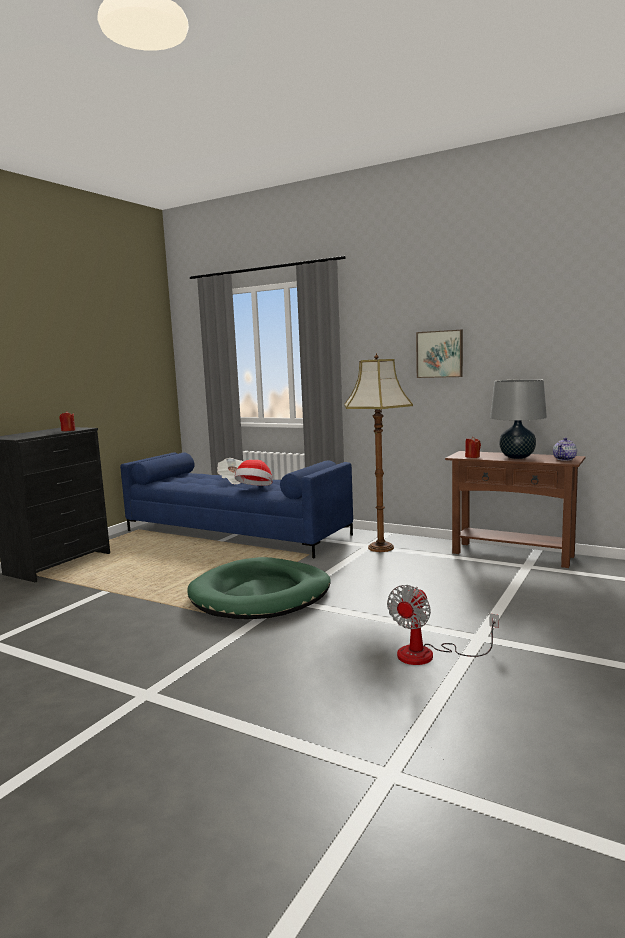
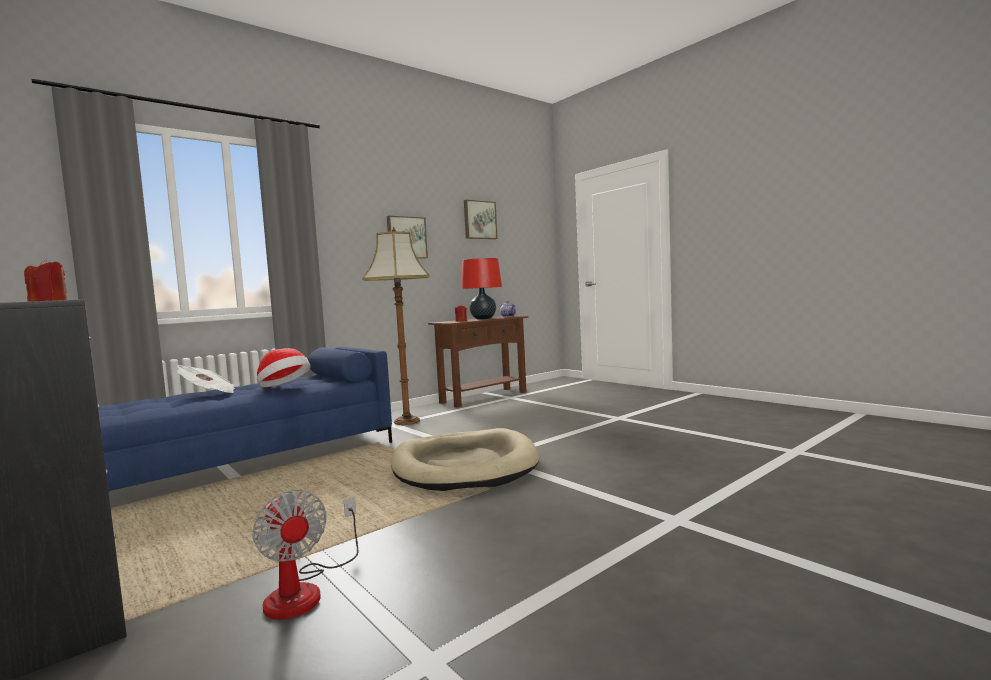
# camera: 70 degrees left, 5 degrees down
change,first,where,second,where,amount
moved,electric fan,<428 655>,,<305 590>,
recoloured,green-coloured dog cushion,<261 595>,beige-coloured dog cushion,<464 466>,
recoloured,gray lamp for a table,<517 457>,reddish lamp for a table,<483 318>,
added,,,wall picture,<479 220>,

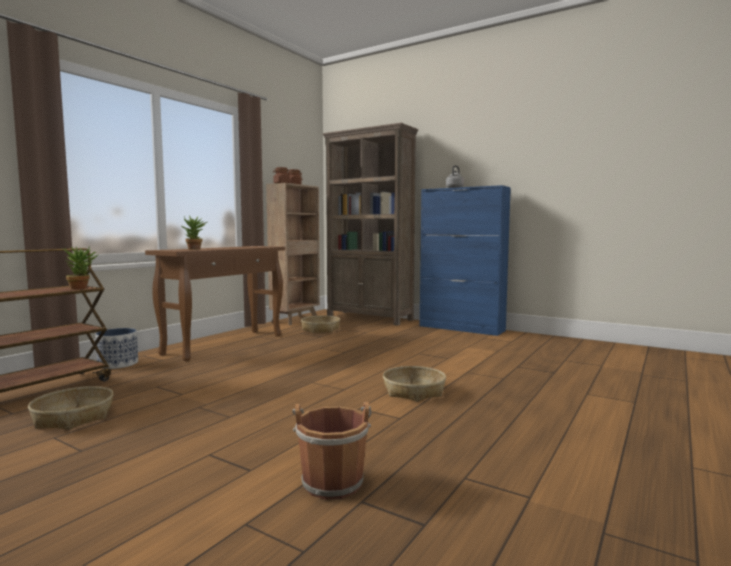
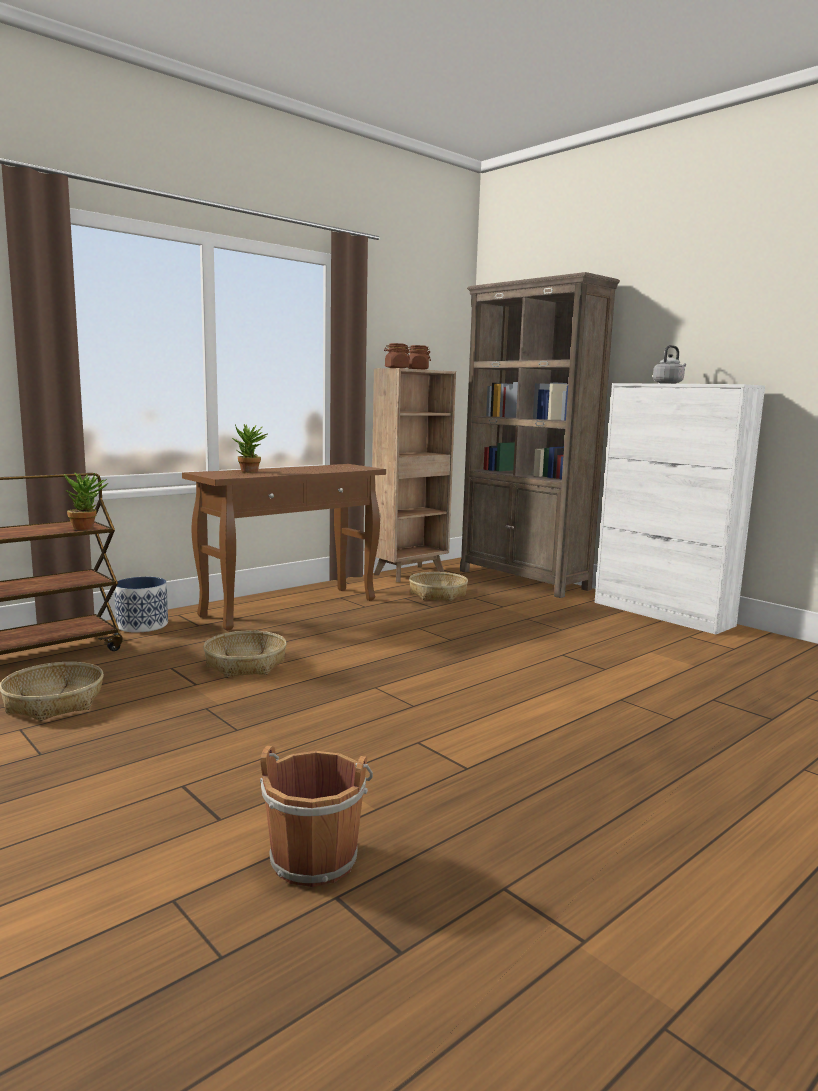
# camera: 15 degrees right, 5 degrees up
change,first,where,second,where,amount
moved,household basket,<414 391>,,<246 664>,
recoloured,blue storage cabinet,<462 328>,white storage cabinet,<662 614>,

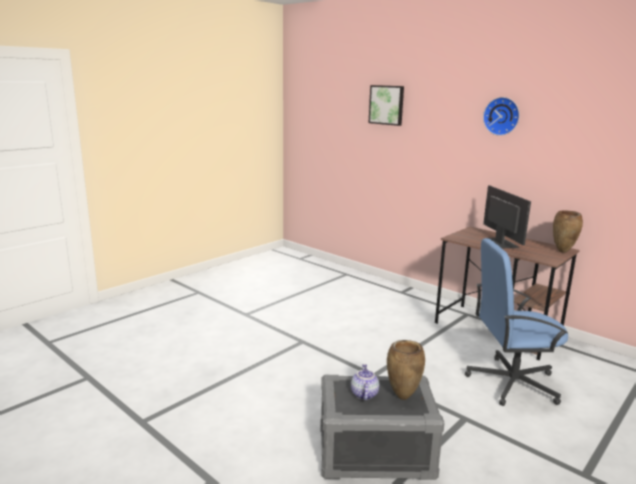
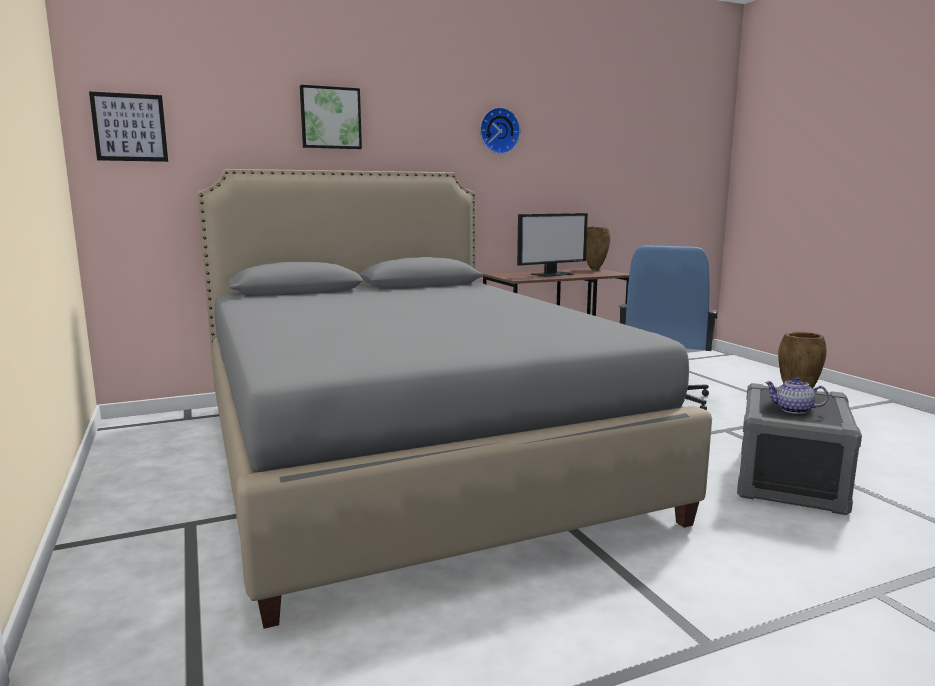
# camera: 65 degrees left, 5 degrees down
change,first,where,second,where,amount
added,,,wall picture,<130 127>,
added,,,gray bed,<405 454>,
turned,computer display,<500 243>,,<552 274>,135 degrees clockwise

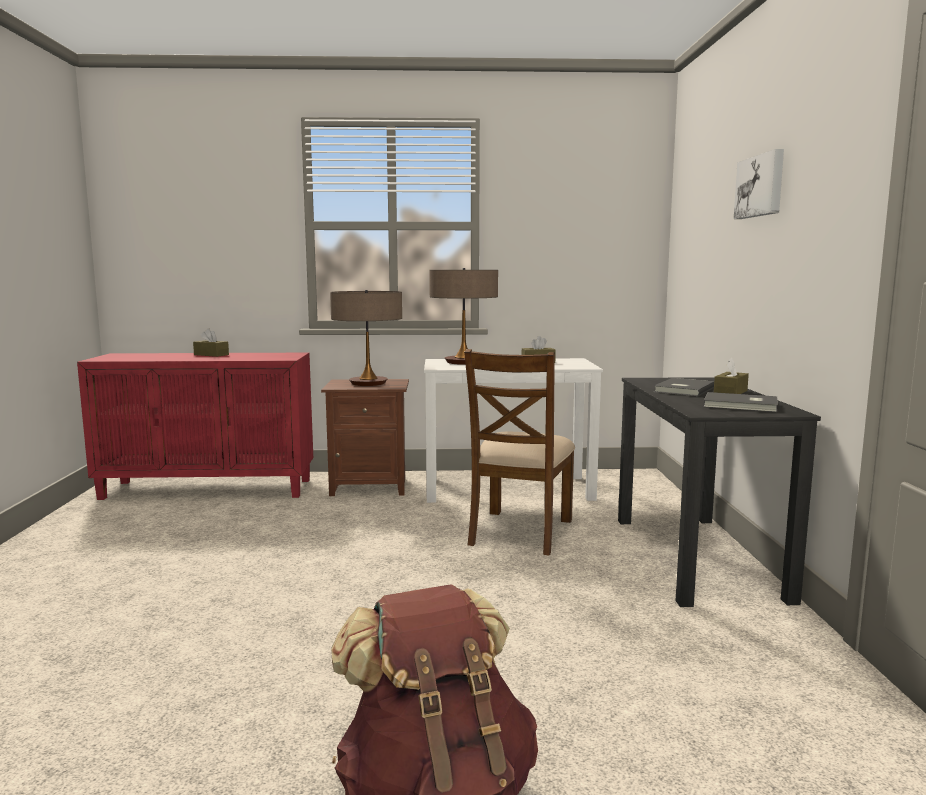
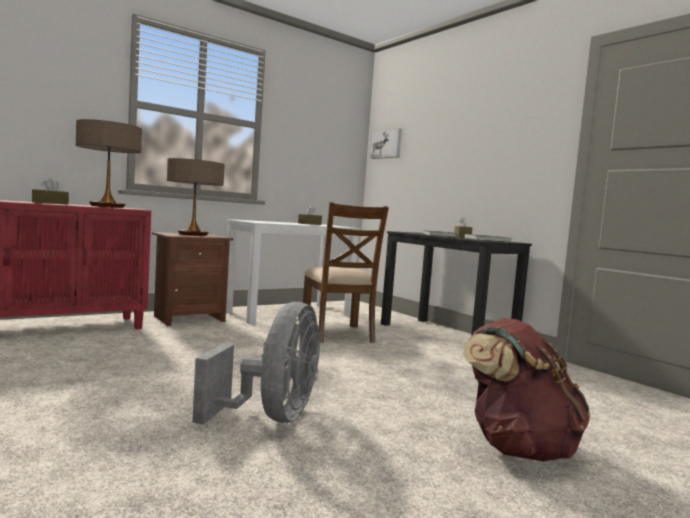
# camera: 35 degrees left, 5 degrees down
change,first,where,second,where,amount
moved,lamp for a table,<463 362>,,<107 206>,
added,,,gray electric fan,<272 417>,
moved,wall picture,<761 186>,,<387 144>,

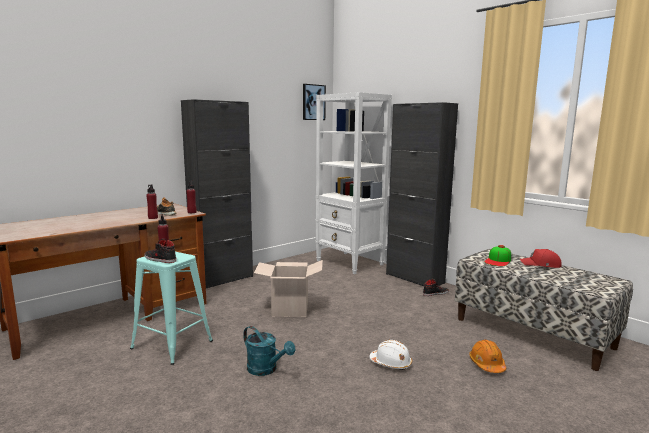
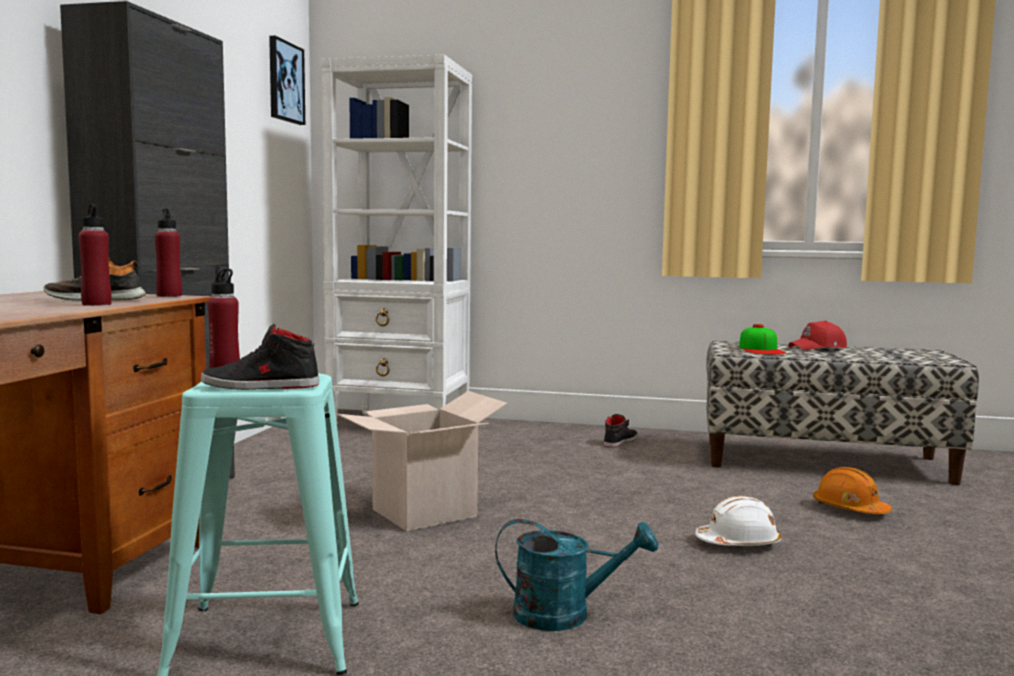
# camera: 35 degrees left, 5 degrees down
change,first,where,second,where,amount
removed,black storage cabinet,<414 278>,,,

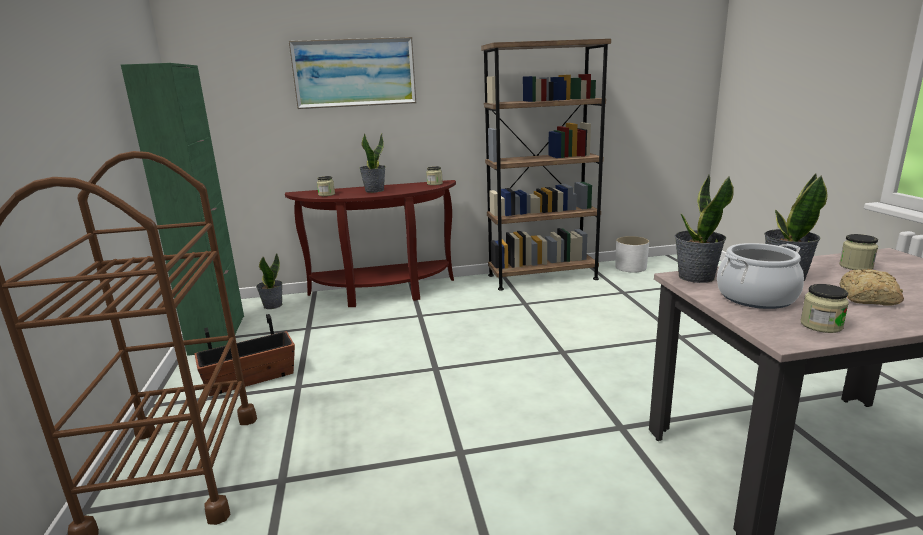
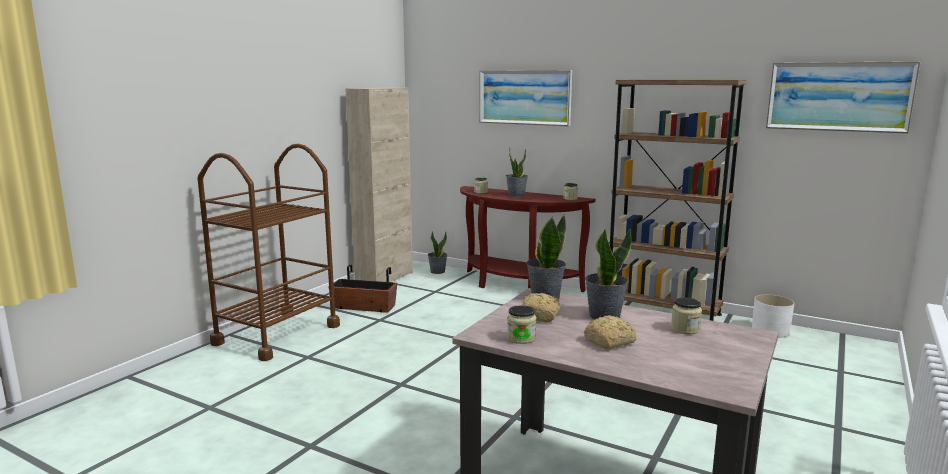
# camera: 40 degrees right, 5 degrees down
change,first,where,second,where,amount
recoloured,green-coloured storage cabinet,<218 334>,beige-coloured storage cabinet,<384 278>,
replaced,stockpot,<756 297>,bakery bread,<539 316>,
added,,,wall picture,<838 96>,

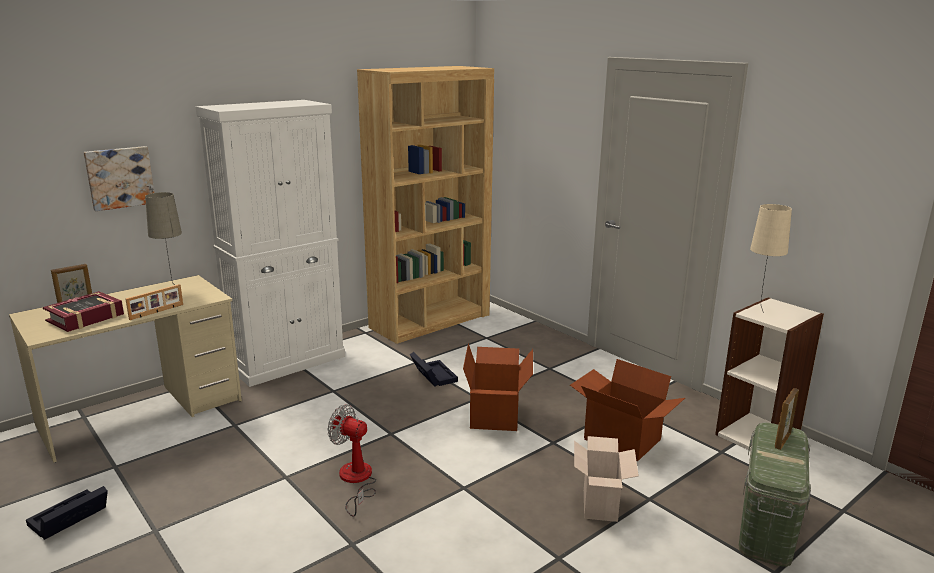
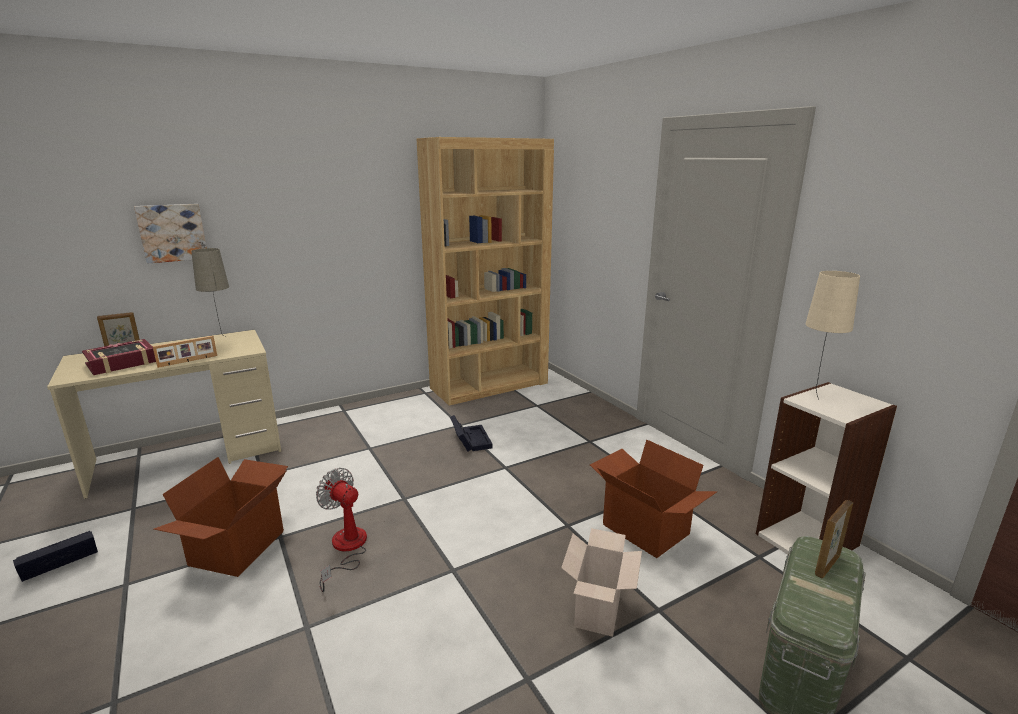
# camera: 10 degrees right, 0 degrees up
change,first,where,second,where,amount
moved,carton,<496 415>,,<239 548>,
removed,white storage cabinet,<288 362>,,,

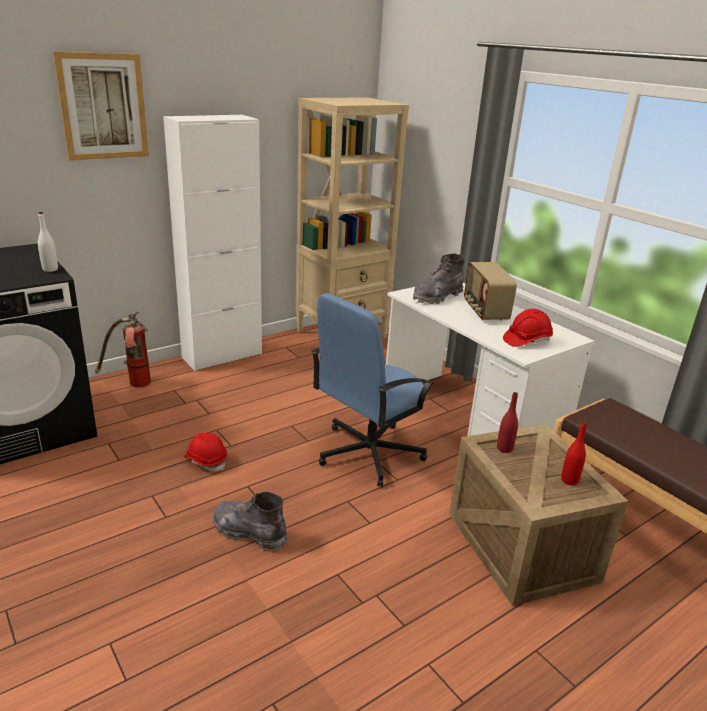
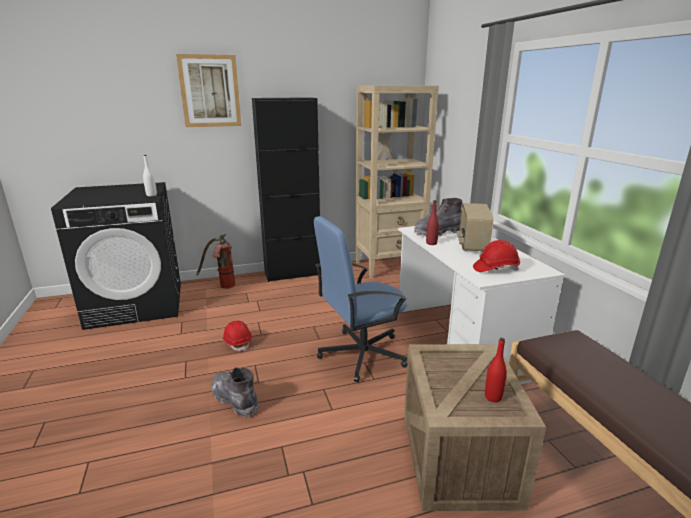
# camera: 20 degrees right, 5 degrees down
change,first,where,second,where,amount
recoloured,white storage cabinet,<222 356>,black storage cabinet,<292 274>,
moved,reddish bottle,<504 448>,,<431 243>,

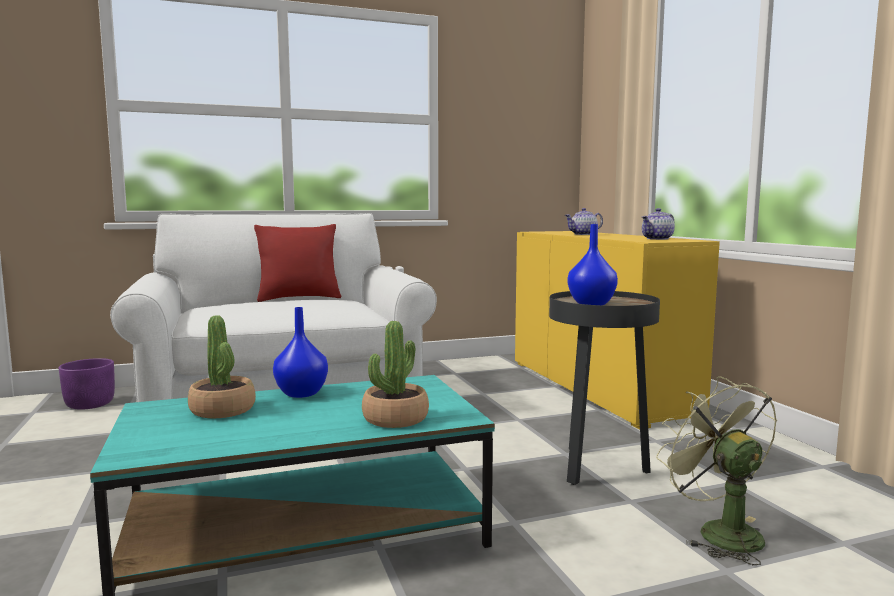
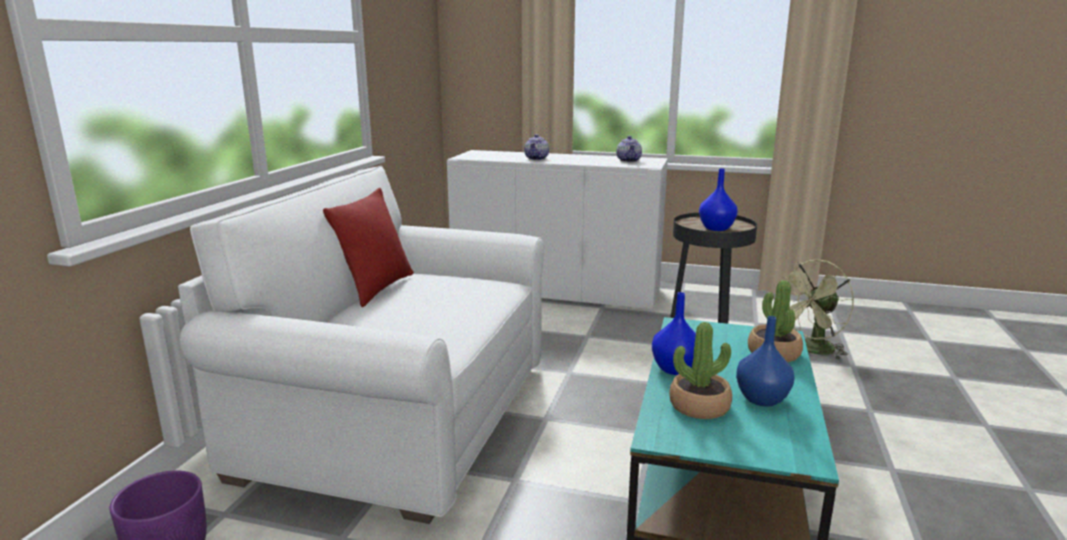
# camera: 55 degrees left, 10 degrees up
change,first,where,second,where,amount
recoloured,yellow-coloured storage cabinet,<597 387>,white storage cabinet,<556 291>,
added,,,blue vase,<762 400>,
turned,green-coloured electric fan,<718 531>,,<811 350>,45 degrees counterclockwise

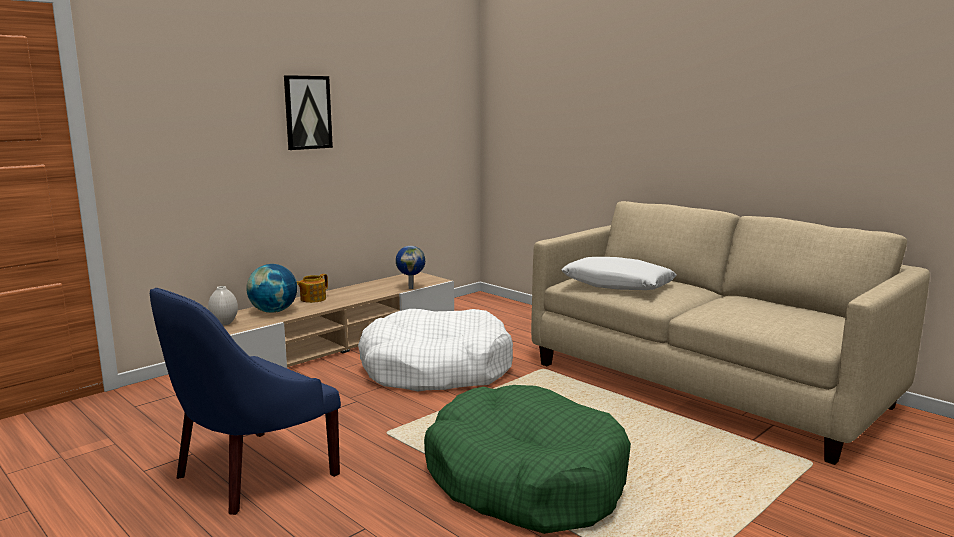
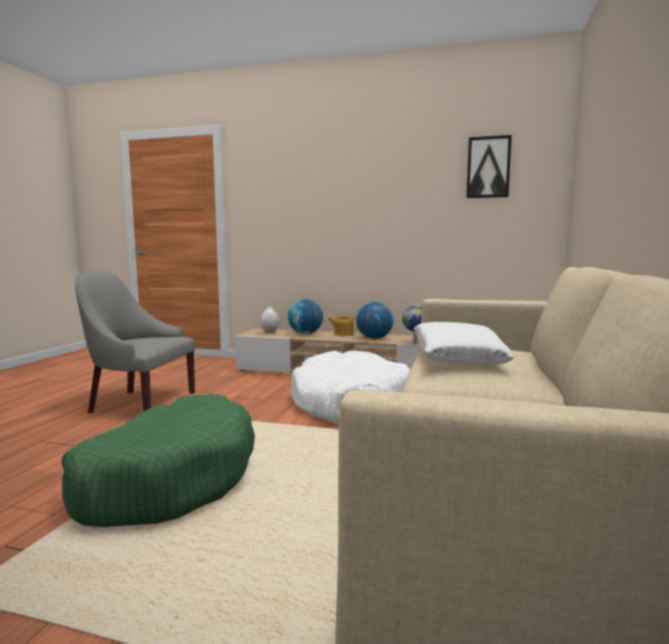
# camera: 60 degrees right, 5 degrees down
change,first,where,second,where,amount
recoloured,blue easy chair,<250 473>,gray easy chair,<139 403>,
added,,,globe,<374 338>,
moved,wall picture,<307 112>,,<488 167>,

